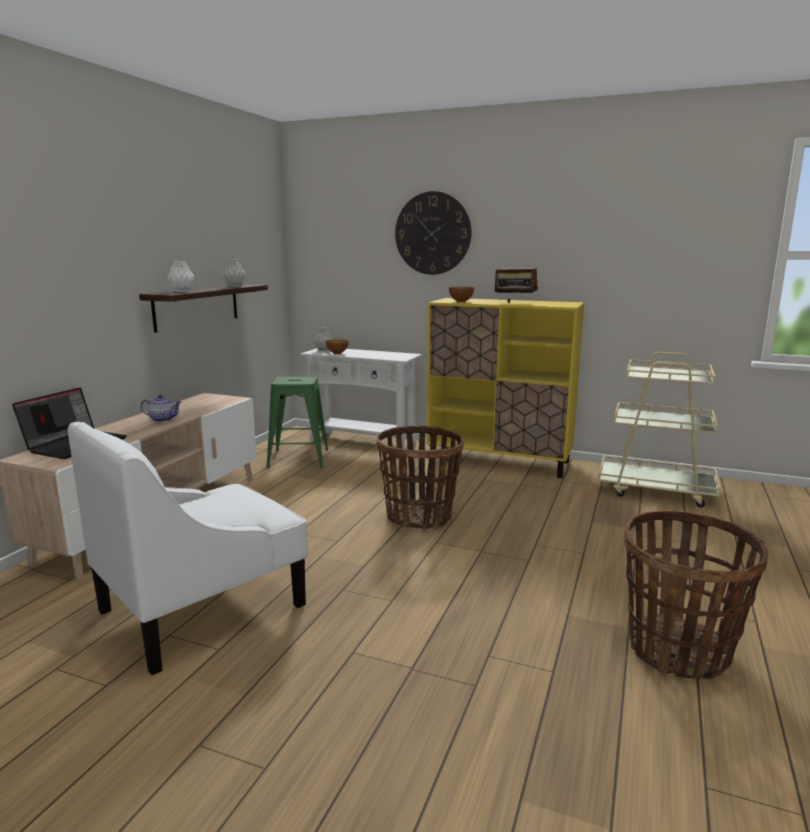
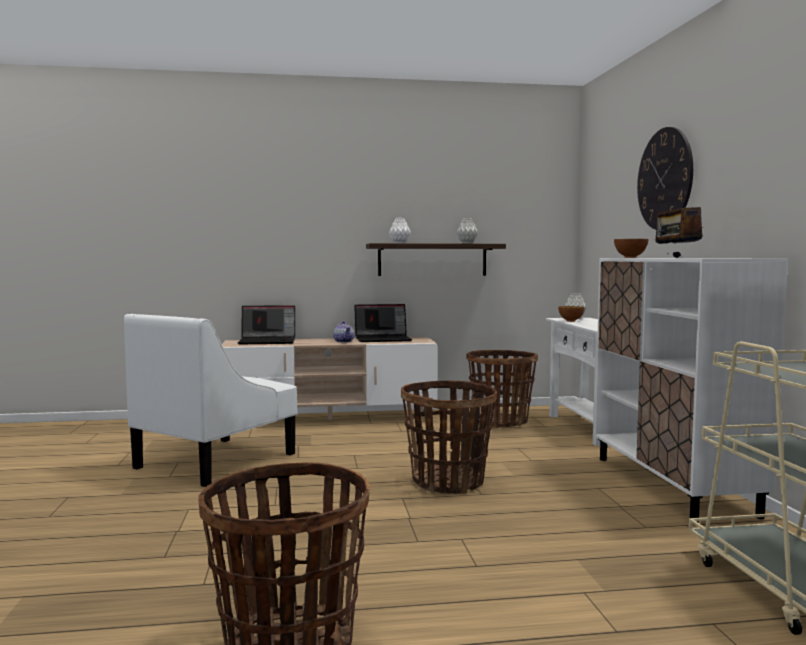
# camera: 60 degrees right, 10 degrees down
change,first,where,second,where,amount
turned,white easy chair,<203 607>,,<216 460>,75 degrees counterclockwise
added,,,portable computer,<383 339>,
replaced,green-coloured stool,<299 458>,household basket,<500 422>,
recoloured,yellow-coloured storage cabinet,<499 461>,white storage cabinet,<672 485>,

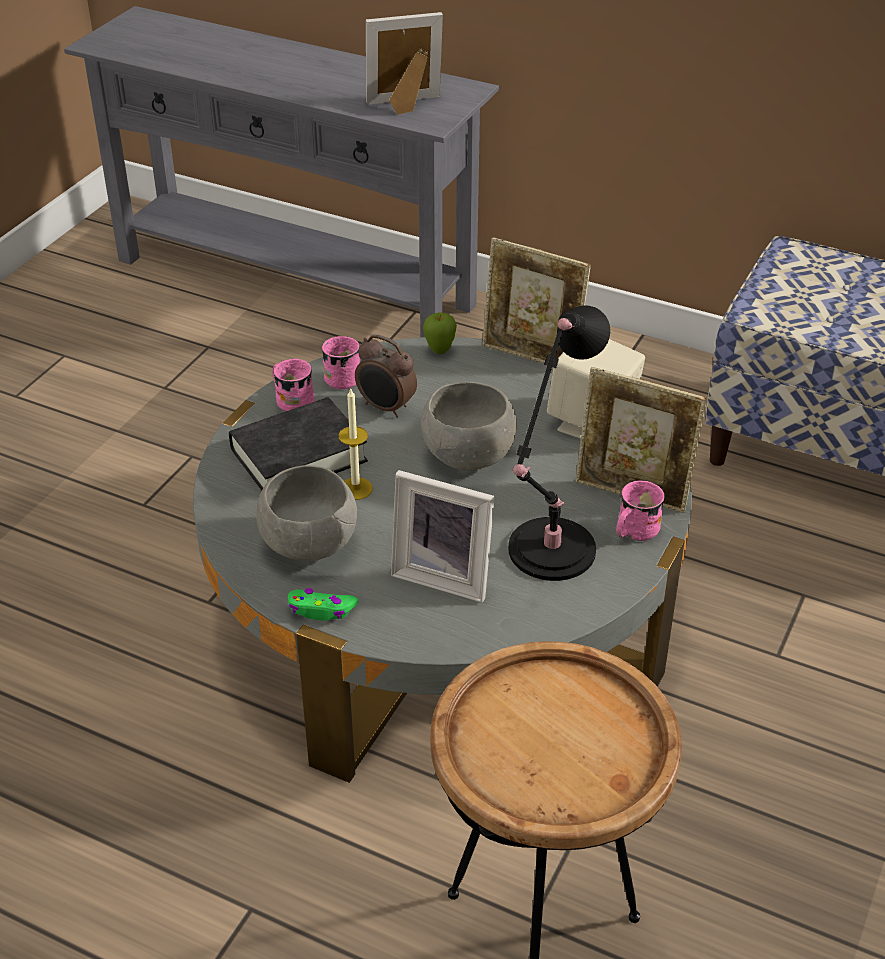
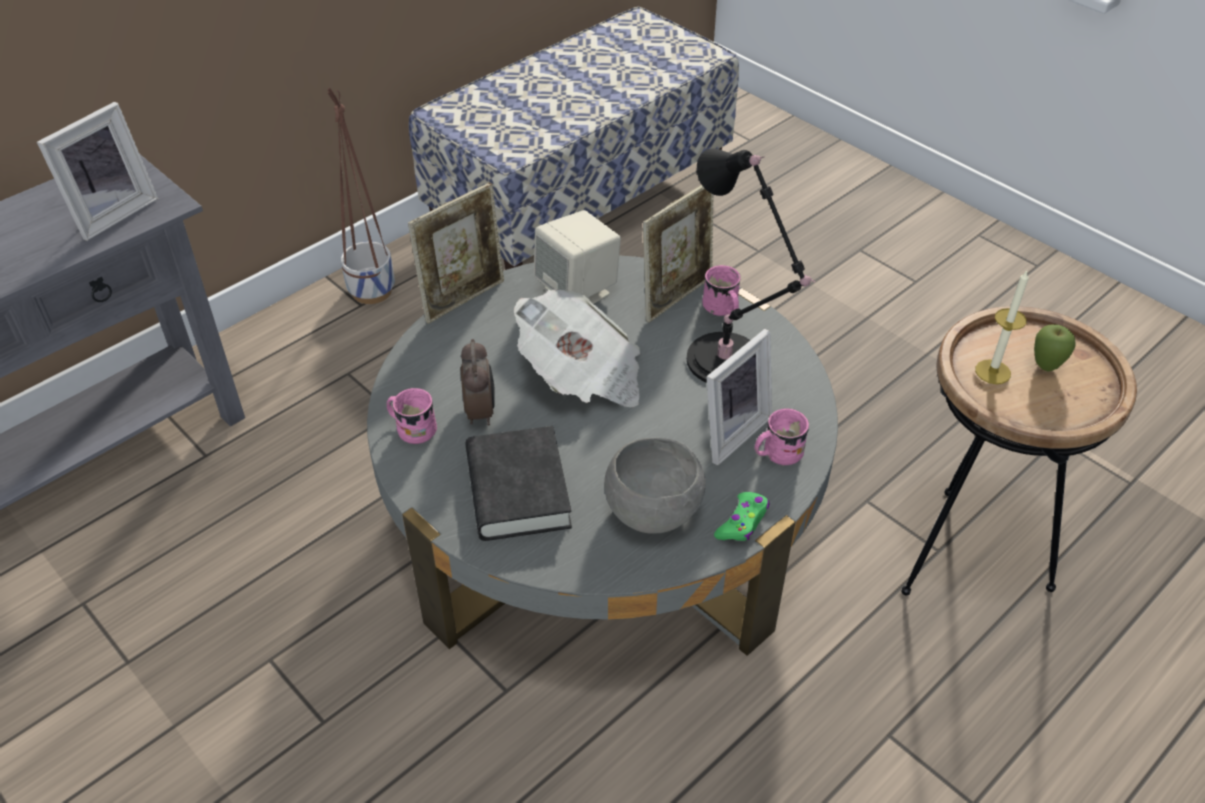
# camera: 70 degrees left, 5 degrees up
change,first,where,second,where,amount
turned,standing frame,<405 105>,,<111 213>,150 degrees counterclockwise
added,,,plant pot,<372 291>,
turned,bedside clock,<386 408>,,<481 411>,60 degrees counterclockwise
replaced,gray serving bowl,<468 457>,printed paper,<582 376>,
moved,pinkish tea mug,<291 400>,,<776 454>,
moved,wax light,<355 488>,,<993 372>,
moved,apple fruit,<440 351>,,<1045 367>,

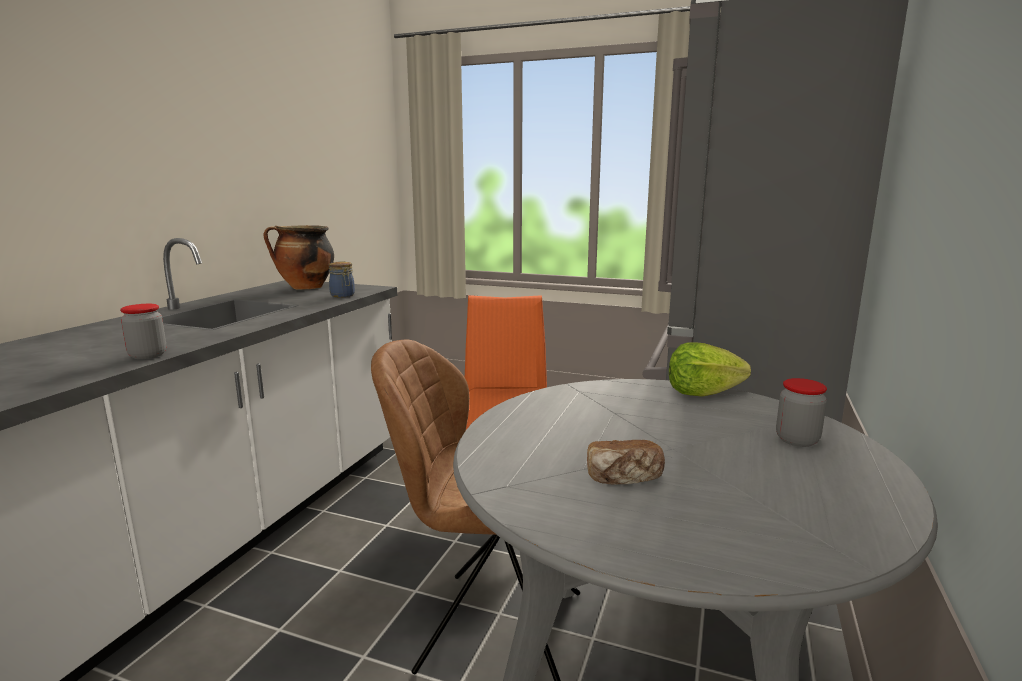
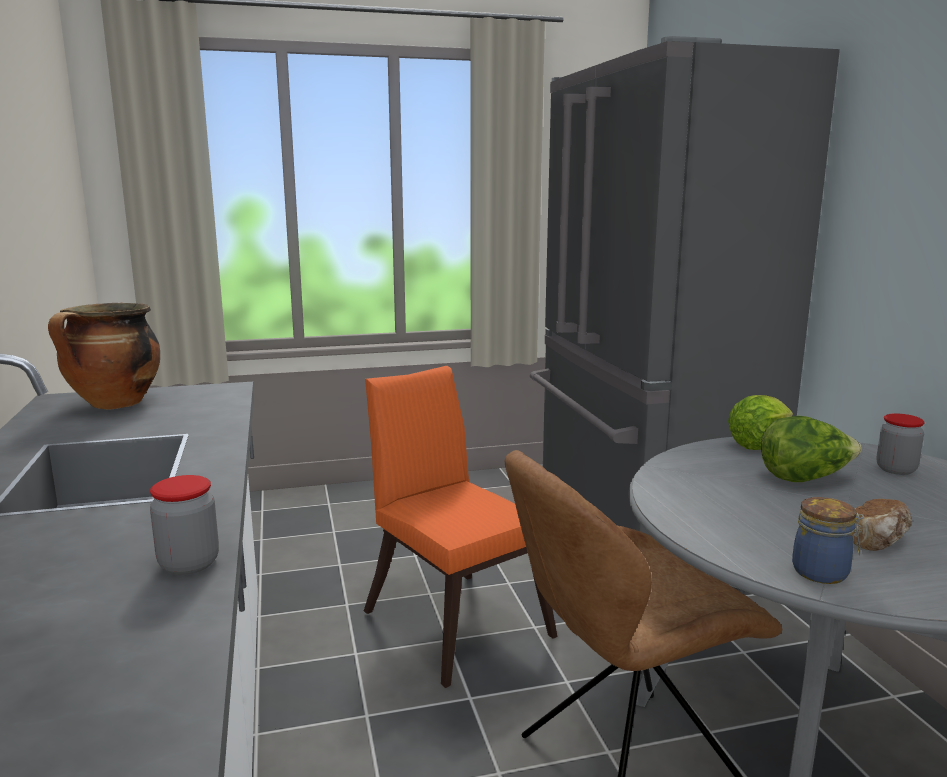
# camera: 35 degrees left, 0 degrees up
change,first,where,second,where,amount
added,,,head of lettuce,<804 478>,
moved,preserve jar,<343 295>,,<823 573>,

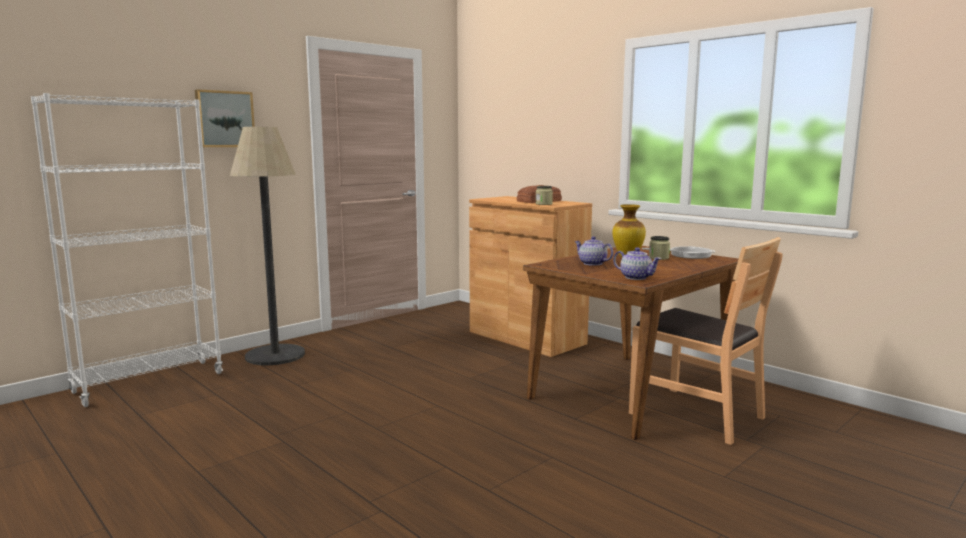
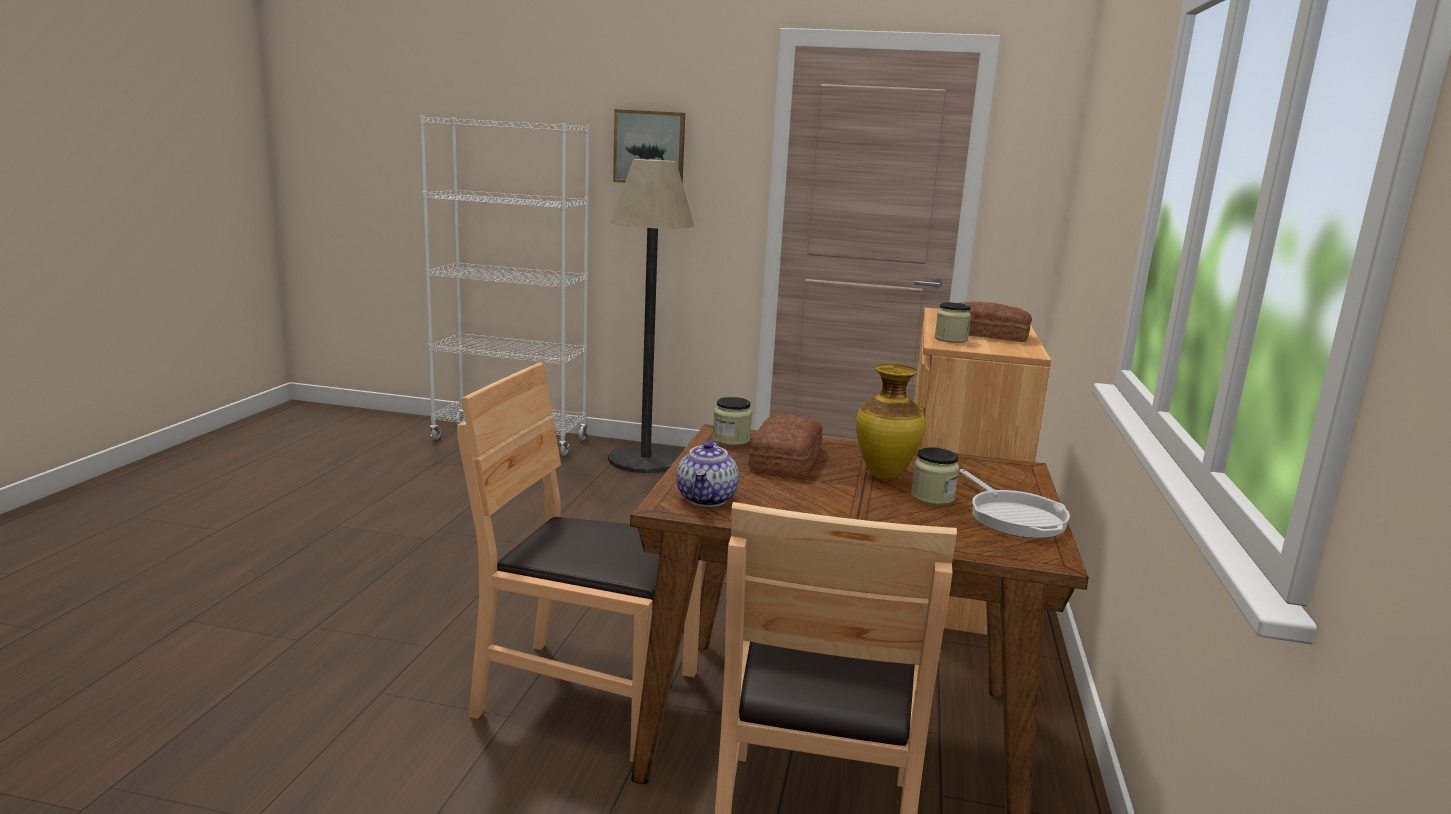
# camera: 55 degrees right, 5 degrees up
change,first,where,second,where,amount
added,,,brown plain chair,<588 695>,
added,,,preserve jar,<731 440>,
replaced,teapot,<592 263>,bakery bread,<783 458>,

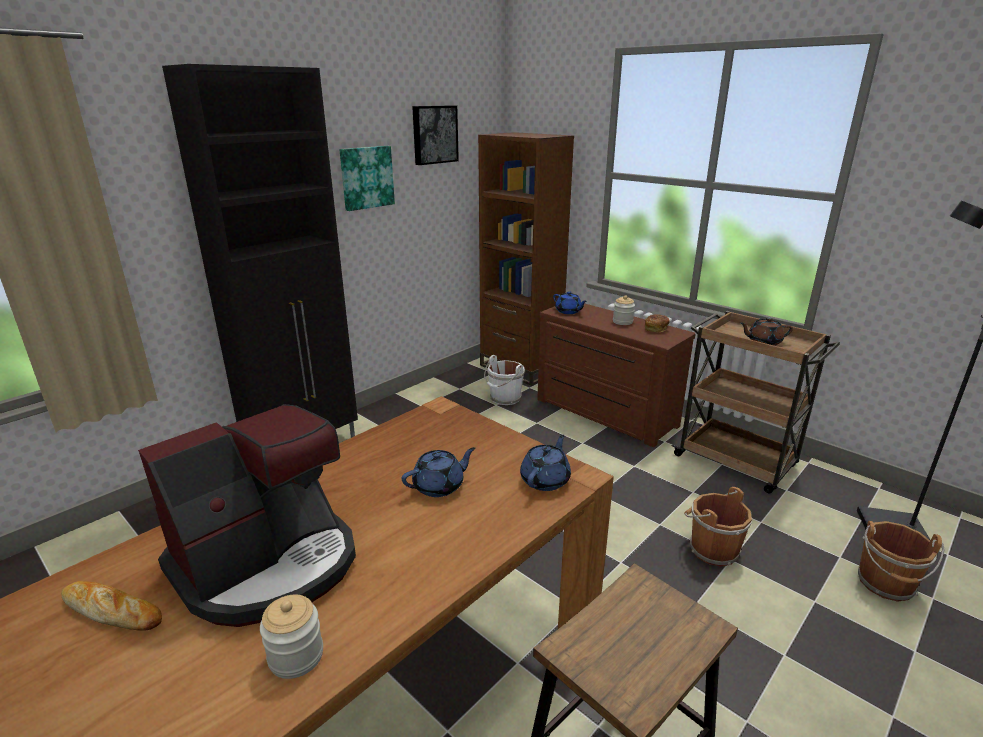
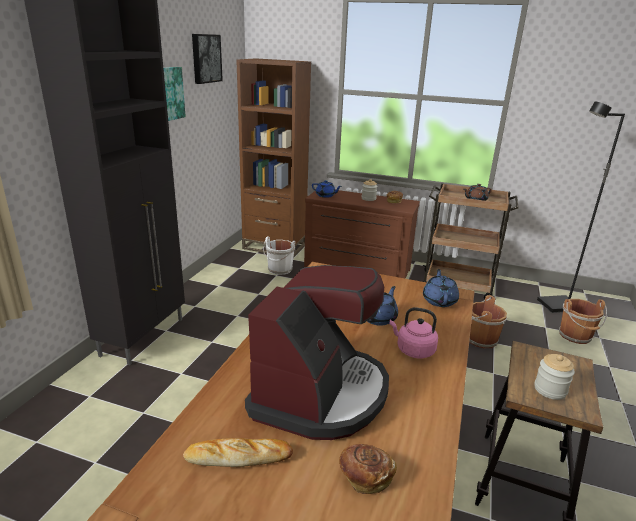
# camera: 25 degrees left, 0 degrees up
change,first,where,second,where,amount
added,,,bakery bread,<365 477>,
added,,,pinkish kettle,<413 350>,
moved,preserve jar,<296 656>,,<550 390>,

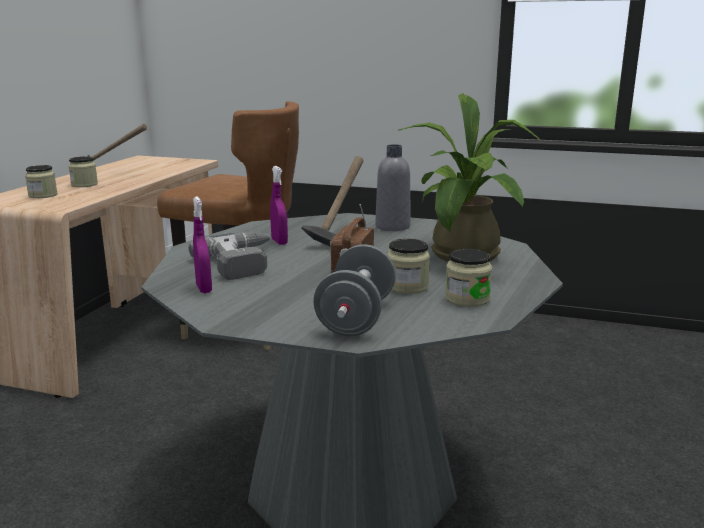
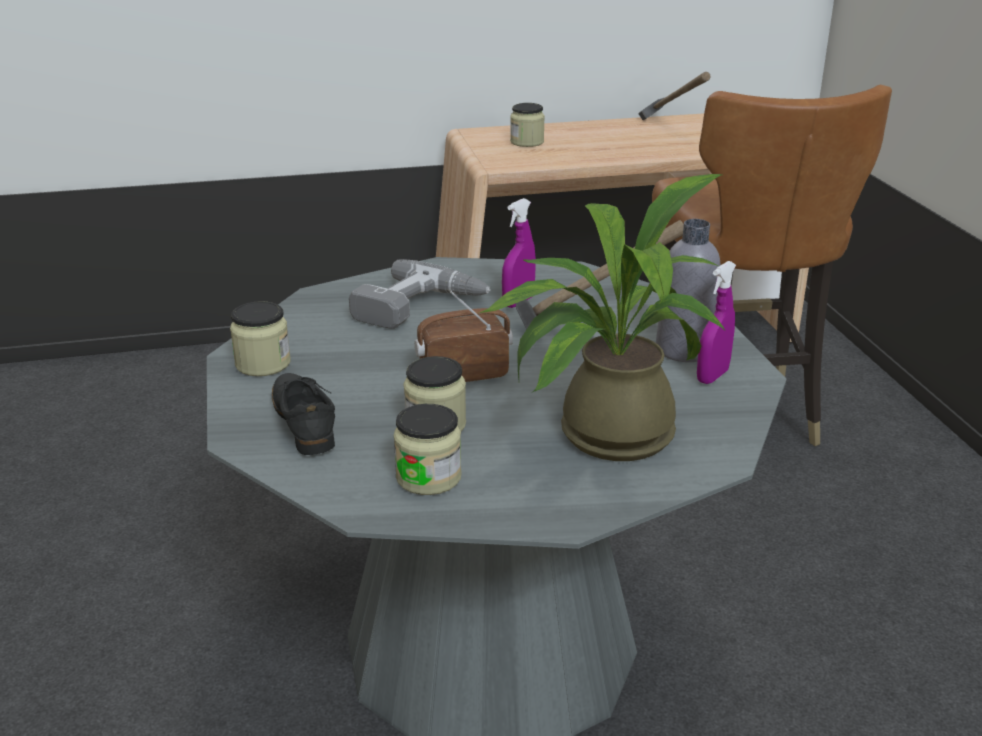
# camera: 60 degrees right, 10 degrees up
change,first,where,second,where,amount
moved,preserve jar,<84 184>,,<263 364>,
replaced,gray free weight,<356 317>,black shoe,<304 421>,
moved,purple hand sprayer,<204 288>,,<712 376>,

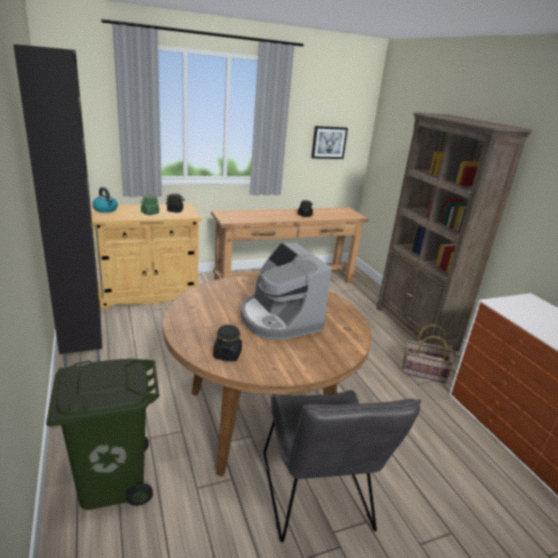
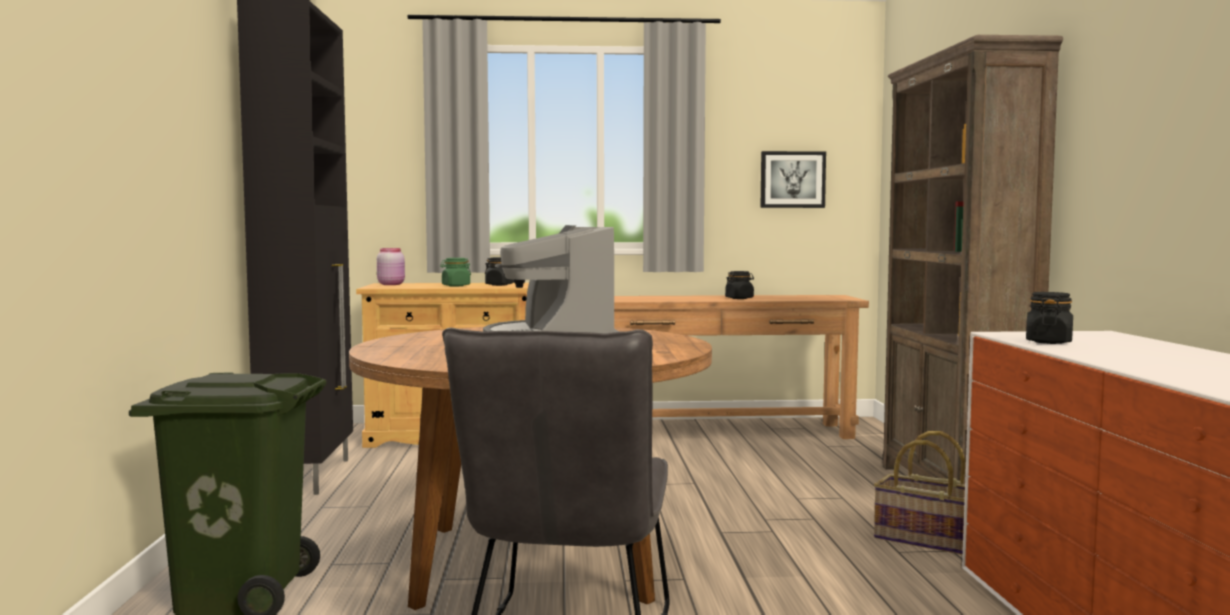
# camera: 20 degrees right, 20 degrees down
change,first,where,second,where,amount
replaced,kettle,<106 210>,pinkish preserve jar,<391 284>,
moved,black preserve jar,<227 354>,,<1048 342>,

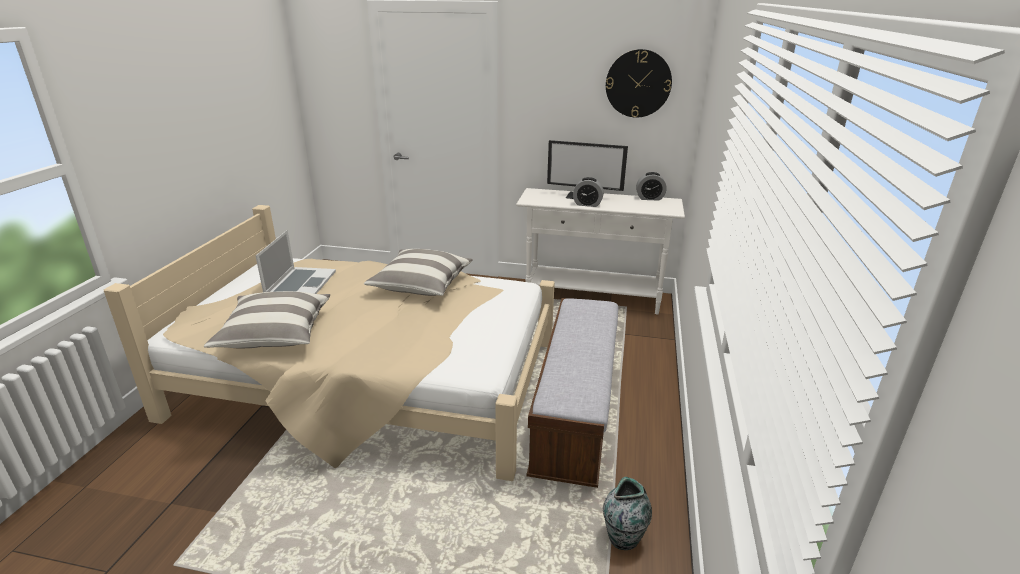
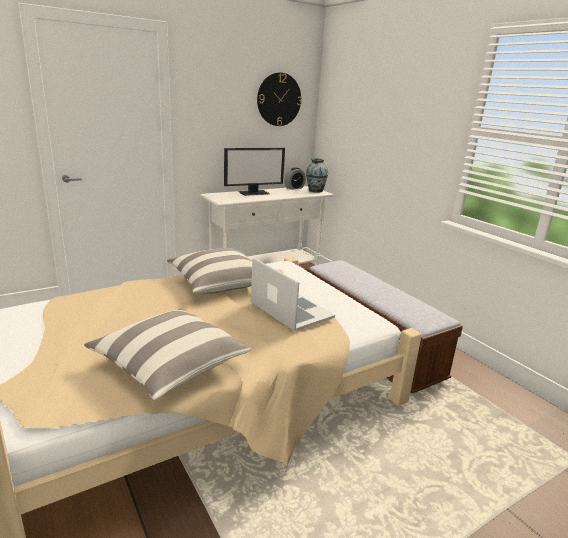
# camera: 45 degrees left, 5 degrees down
change,first,where,second,where,amount
moved,portable computer,<300 284>,,<291 310>,
moved,vase,<624 537>,,<315 191>,
removed,bedside clock,<587 204>,,,

